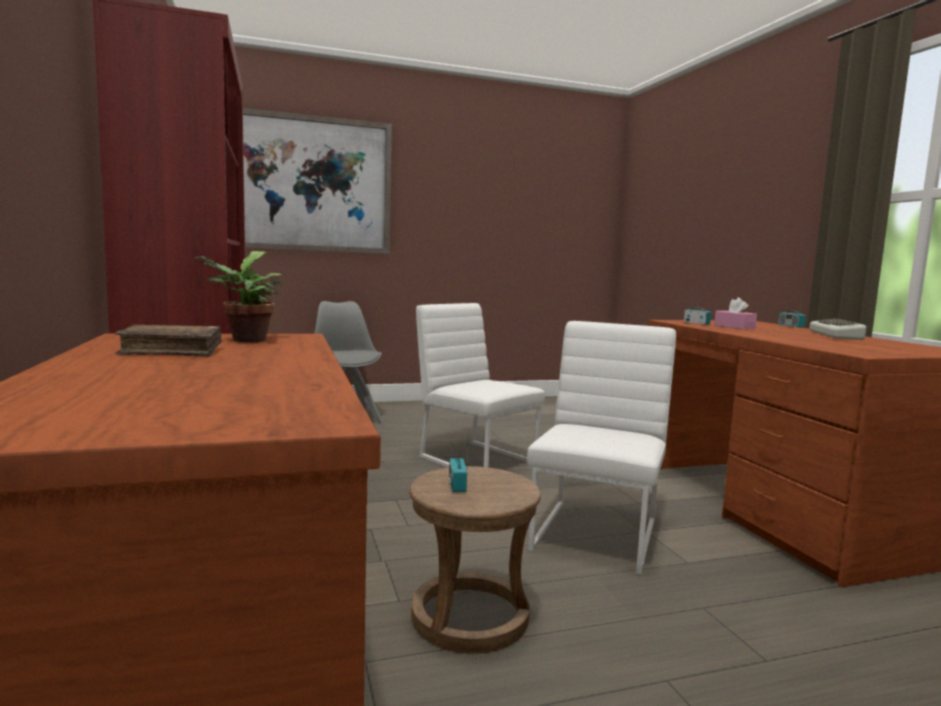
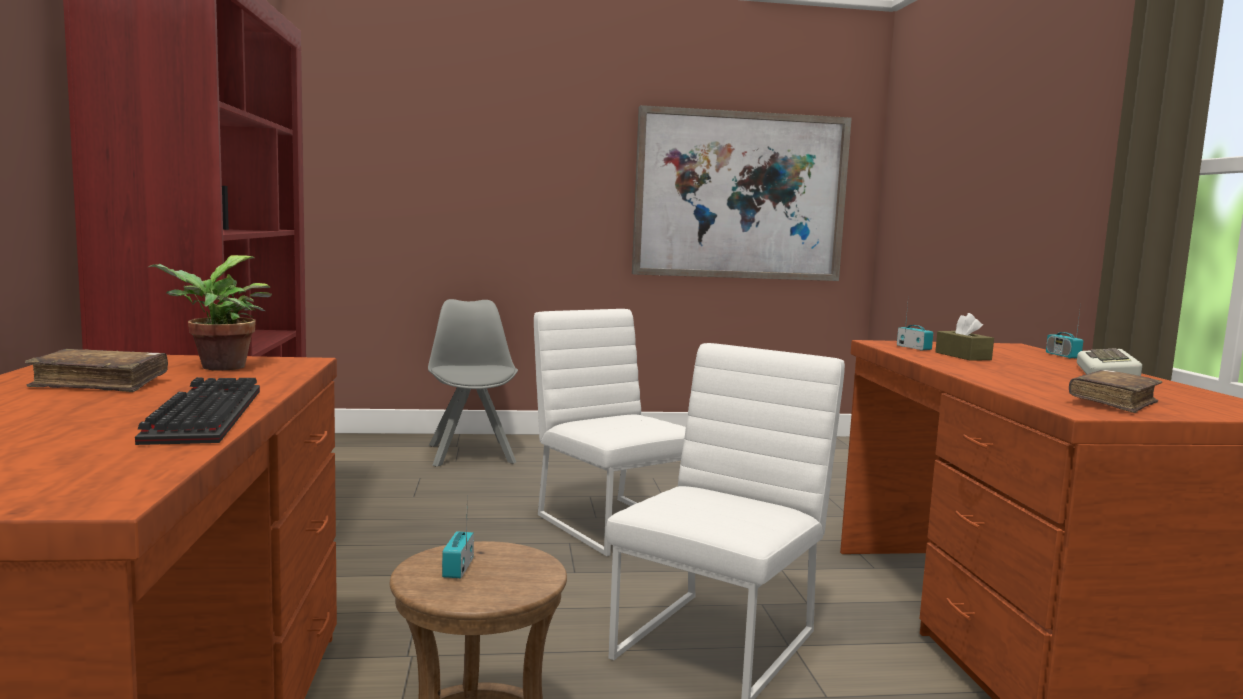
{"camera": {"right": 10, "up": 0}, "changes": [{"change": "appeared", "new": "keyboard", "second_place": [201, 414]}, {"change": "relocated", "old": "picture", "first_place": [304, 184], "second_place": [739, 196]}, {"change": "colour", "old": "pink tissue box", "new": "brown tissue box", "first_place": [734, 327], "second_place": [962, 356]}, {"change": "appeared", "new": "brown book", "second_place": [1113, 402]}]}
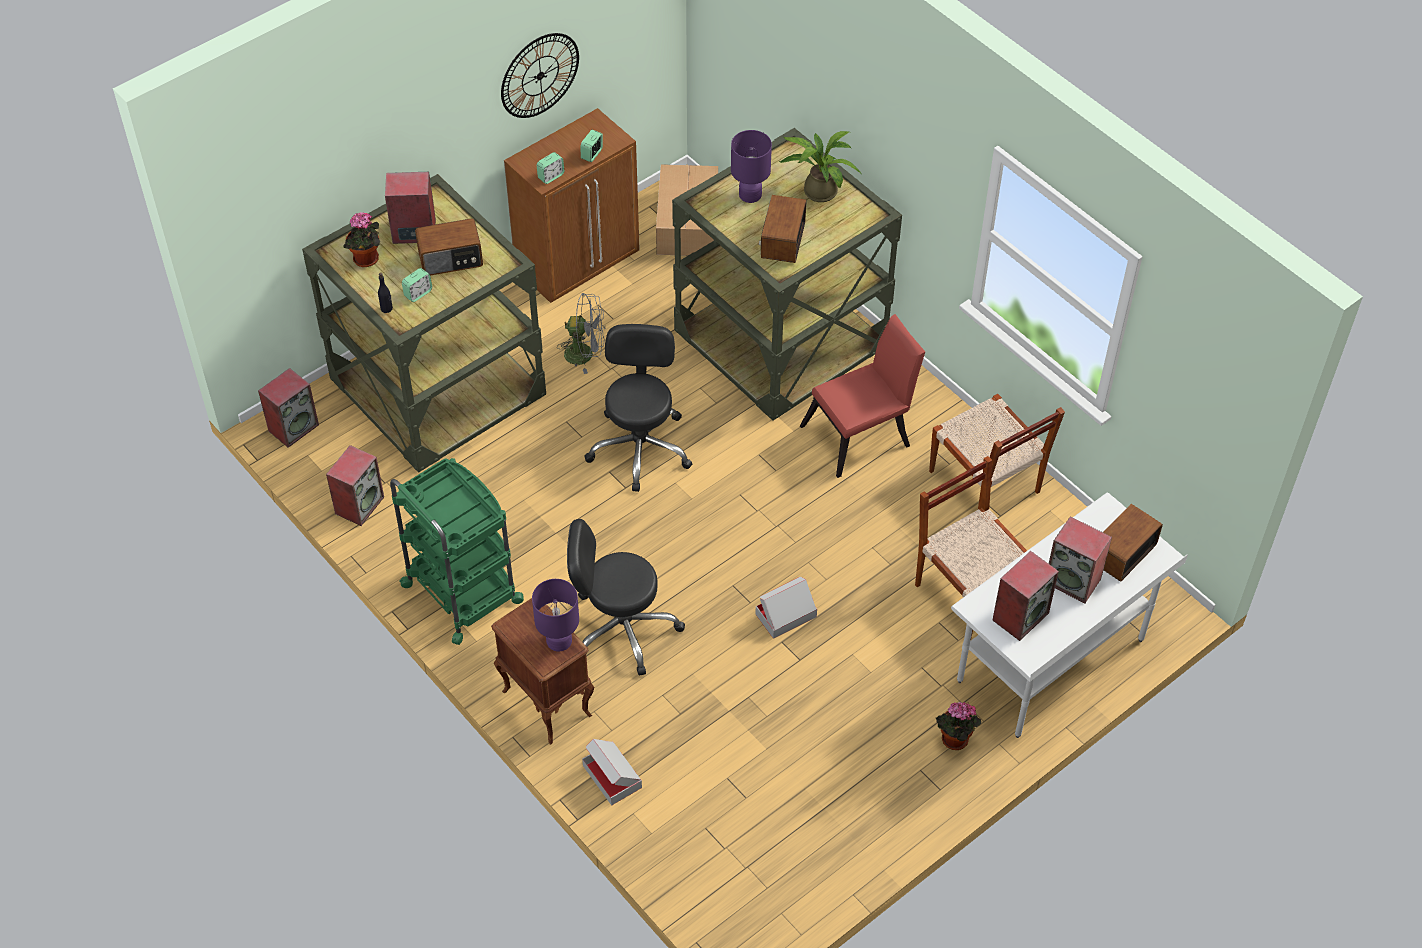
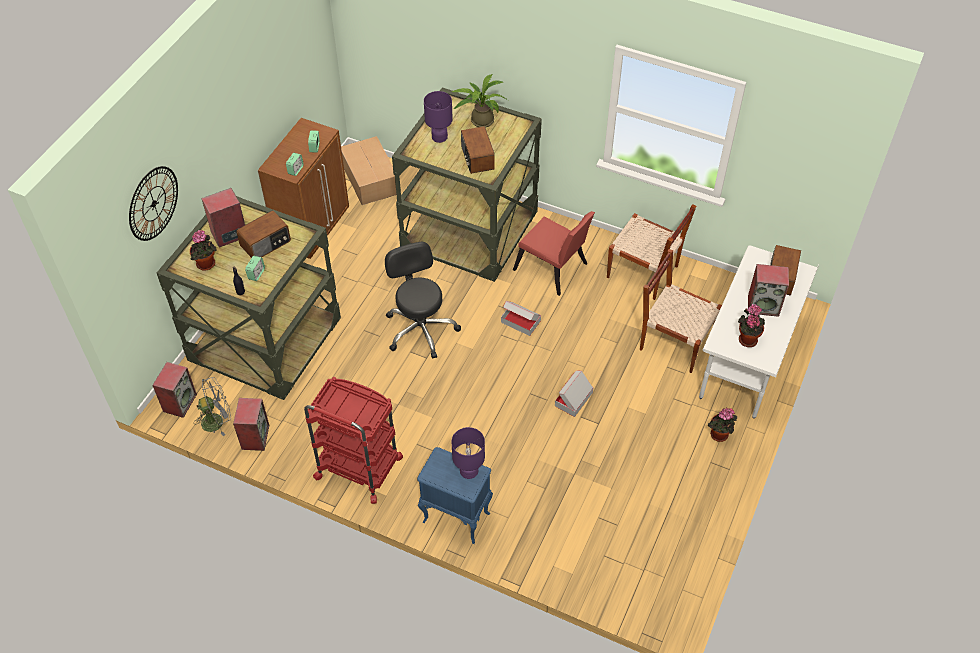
{"camera": {"right": -25, "up": 0}, "changes": [{"change": "relocated", "old": "wall clock", "first_place": [540, 75], "second_place": [153, 203]}, {"change": "relocated", "old": "grey fan", "first_place": [585, 354], "second_place": [217, 420]}, {"change": "colour", "old": "green cart", "new": "red cart", "first_place": [463, 593], "second_place": [359, 467]}, {"change": "colour", "old": "brown nightstand", "new": "blue nightstand", "first_place": [546, 703], "second_place": [455, 518]}, {"change": "relocated", "old": "cardboard box", "first_place": [612, 777], "second_place": [521, 321]}, {"change": "spun", "old": "red chair", "first_place": [862, 434], "second_place": [553, 270], "degrees": 90}, {"change": "exchanged", "old": "speaker", "new": "potted plant", "first_place": [1020, 615], "second_place": [747, 338]}, {"change": "missing", "old": "black office chair", "first_place": [618, 627]}]}
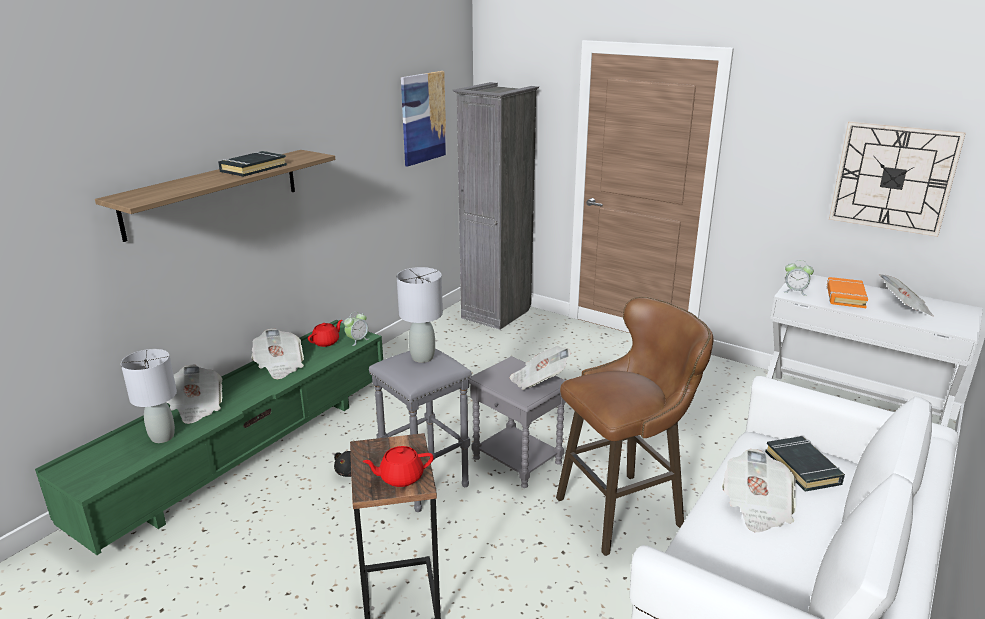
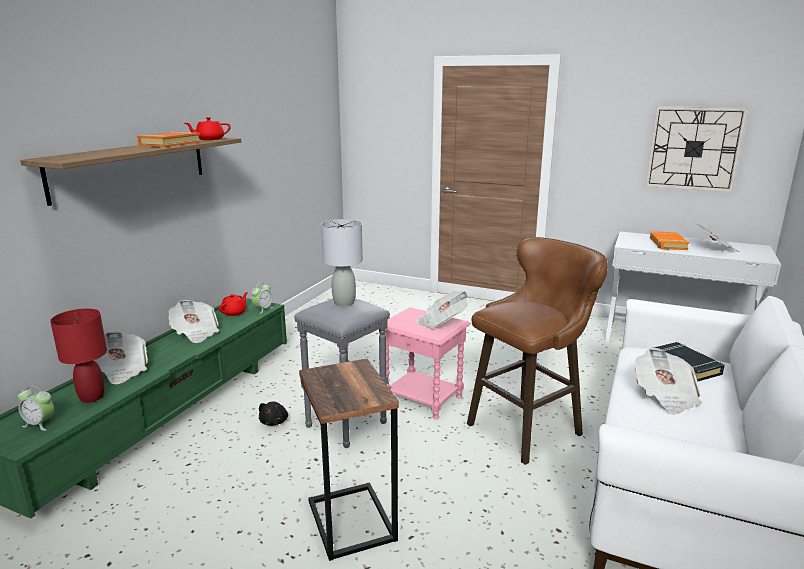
{"camera": {"right": -10, "up": -5}, "changes": [{"change": "relocated", "old": "alarm clock", "first_place": [795, 291], "second_place": [40, 424]}, {"change": "colour", "old": "grey table lamp", "new": "red table lamp", "first_place": [162, 437], "second_place": [91, 397]}, {"change": "colour", "old": "black book", "new": "orange book", "first_place": [253, 168], "second_place": [170, 144]}, {"change": "relocated", "old": "red teapot", "first_place": [400, 477], "second_place": [209, 139]}, {"change": "colour", "old": "grey side table", "new": "pink side table", "first_place": [518, 459], "second_place": [423, 397]}, {"change": "missing", "old": "picture", "first_place": [423, 118]}, {"change": "missing", "old": "grey cabinet", "first_place": [496, 314]}]}
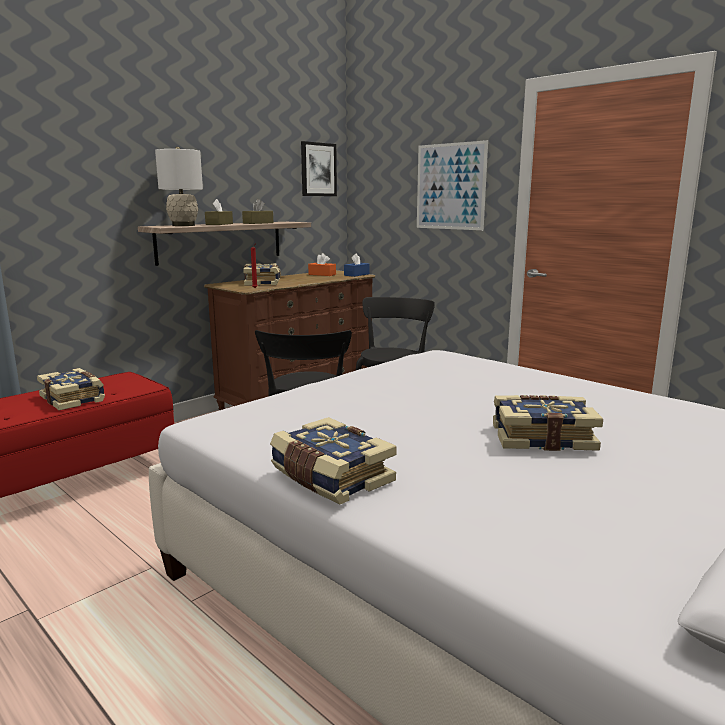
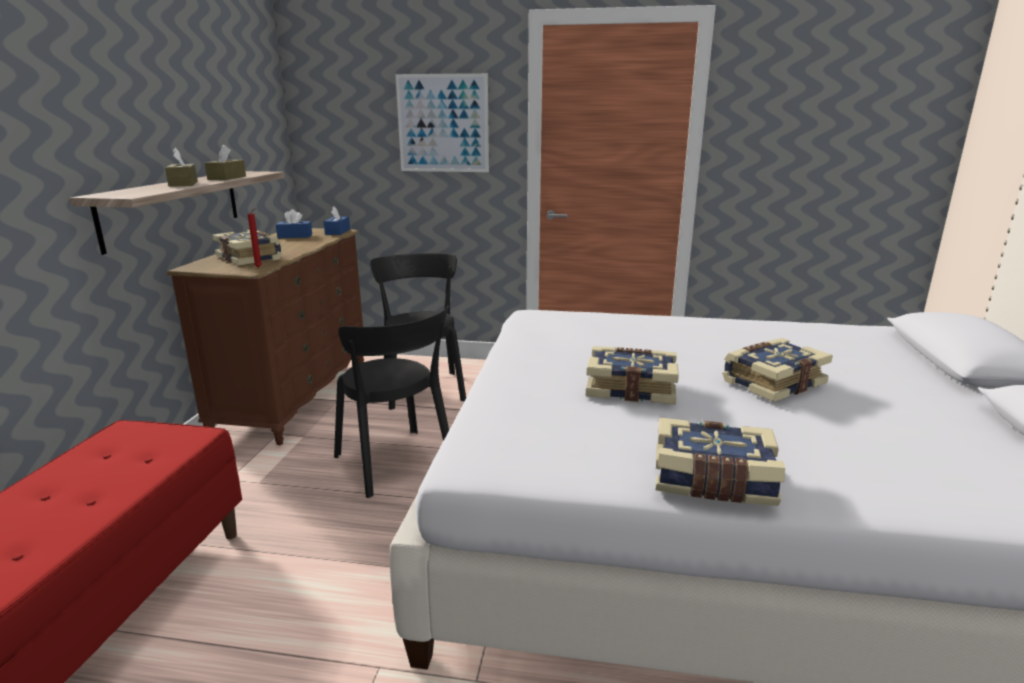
{"camera": {"right": -35, "up": 5}, "changes": [{"change": "colour", "old": "orange tissue box", "new": "blue tissue box", "first_place": [322, 274], "second_place": [295, 236]}, {"change": "relocated", "old": "book", "first_place": [74, 399], "second_place": [631, 388]}, {"change": "missing", "old": "white table lamp", "first_place": [183, 225]}, {"change": "missing", "old": "picture", "first_place": [318, 169]}]}
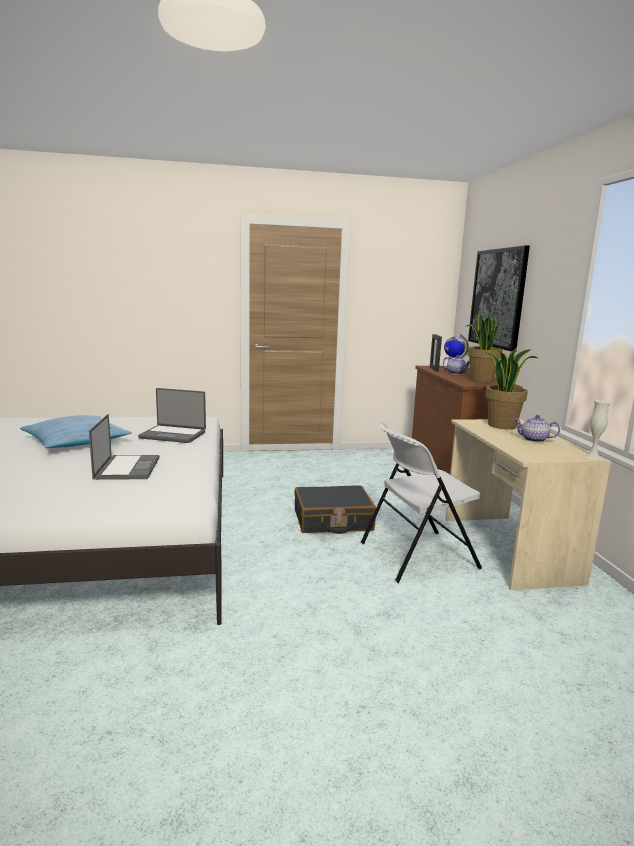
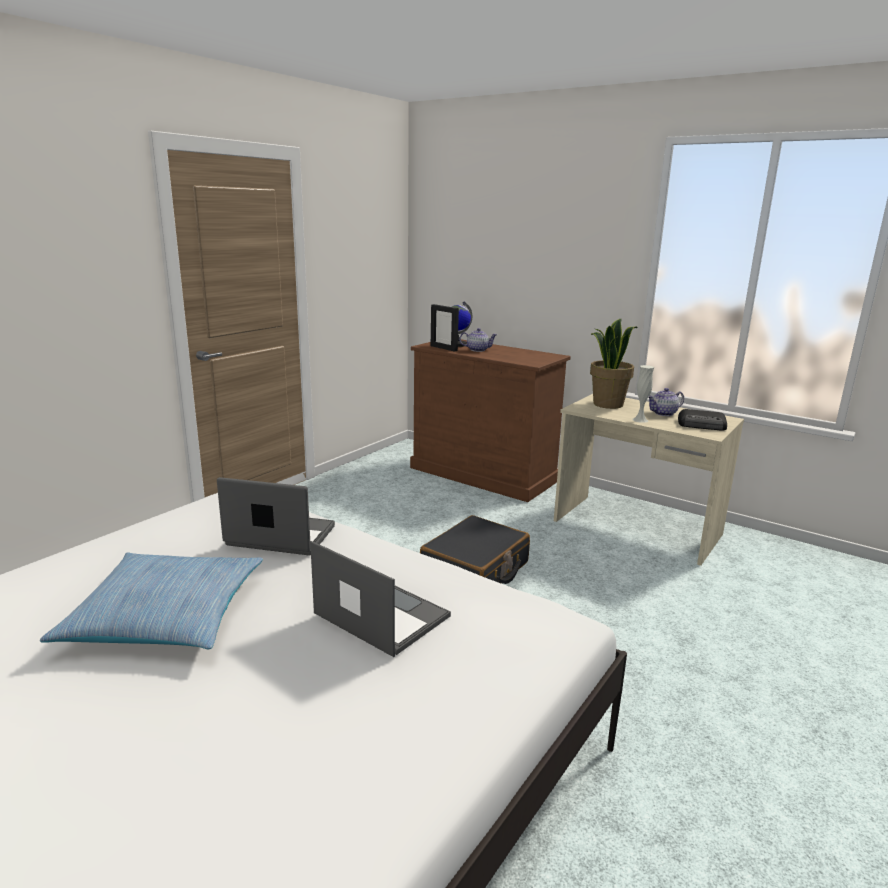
{"camera": {"right": -45, "up": 5}, "changes": [{"change": "spun", "old": "laptop", "first_place": [173, 435], "second_place": [279, 537], "degrees": -135}, {"change": "relocated", "old": "white vase", "first_place": [592, 457], "second_place": [640, 420]}, {"change": "appeared", "new": "radio", "second_place": [702, 425]}, {"change": "missing", "old": "white chair", "first_place": [418, 555]}, {"change": "missing", "old": "potted plant", "first_place": [481, 380]}, {"change": "missing", "old": "picture", "first_place": [497, 298]}]}
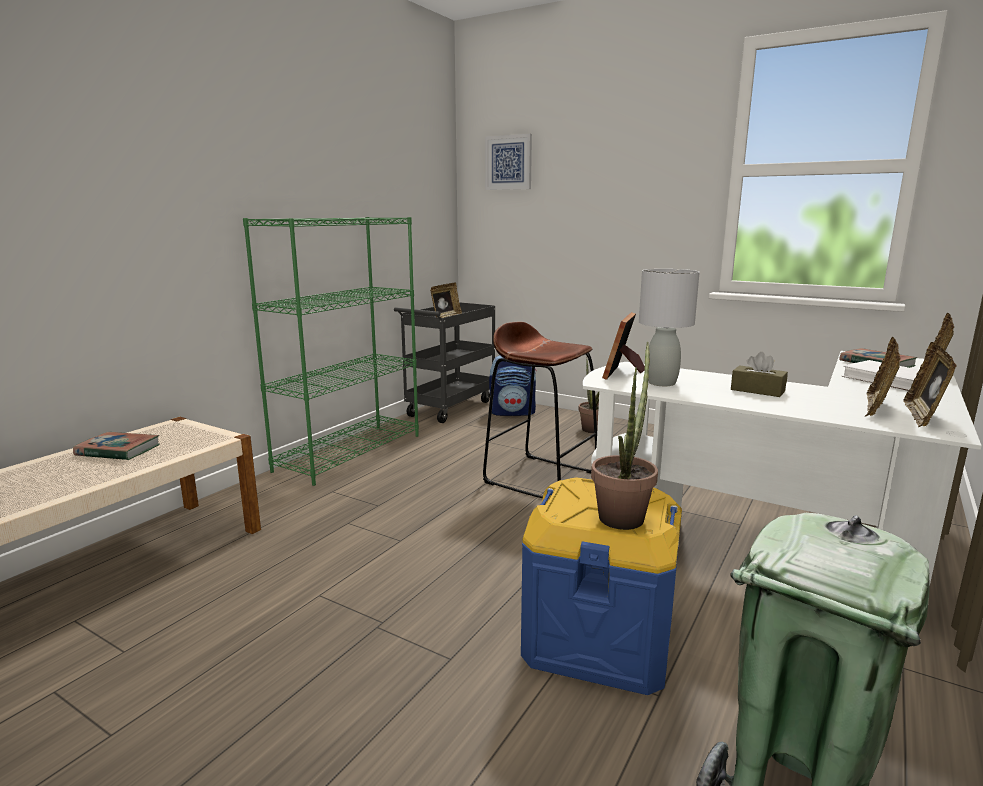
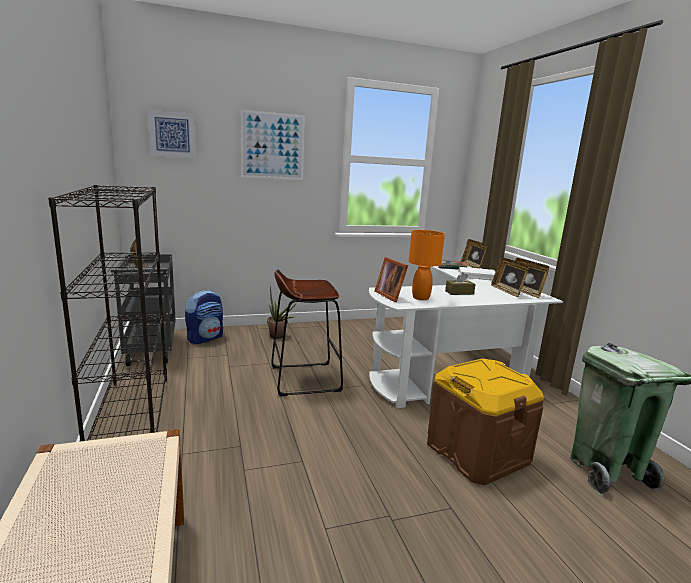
{"camera": {"right": -50, "up": 0}, "changes": [{"change": "colour", "old": "green bookcase", "new": "black bookcase", "first_place": [350, 452], "second_place": [131, 415]}, {"change": "appeared", "new": "picture", "second_place": [272, 146]}, {"change": "colour", "old": "grey table lamp", "new": "orange table lamp", "first_place": [661, 383], "second_place": [420, 298]}, {"change": "colour", "old": "blue storage box", "new": "brown storage box", "first_place": [599, 638], "second_place": [477, 453]}, {"change": "missing", "old": "book", "first_place": [118, 451]}, {"change": "missing", "old": "potted plant", "first_place": [623, 514]}]}
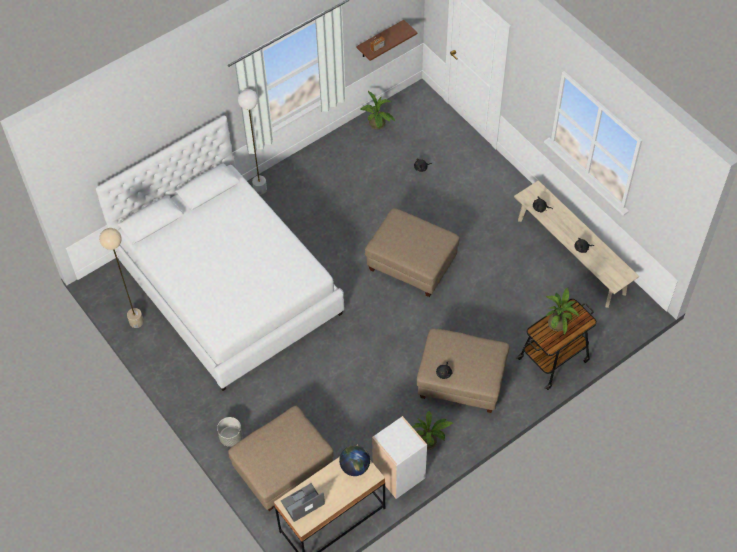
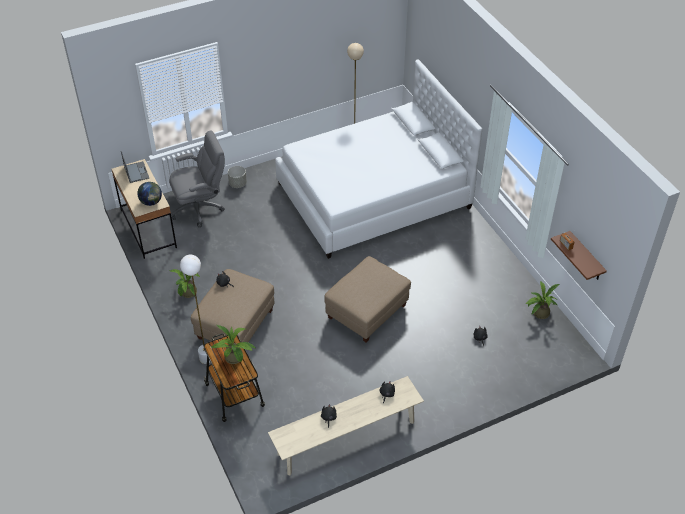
{"camera": {"right": 100, "up": -10}, "changes": [{"change": "exchanged", "old": "beige ottoman", "new": "grey office chair", "first_place": [283, 468], "second_place": [201, 208]}, {"change": "relocated", "old": "white floor lamp", "first_place": [260, 189], "second_place": [206, 358]}, {"change": "missing", "old": "bookcase", "first_place": [398, 474]}]}
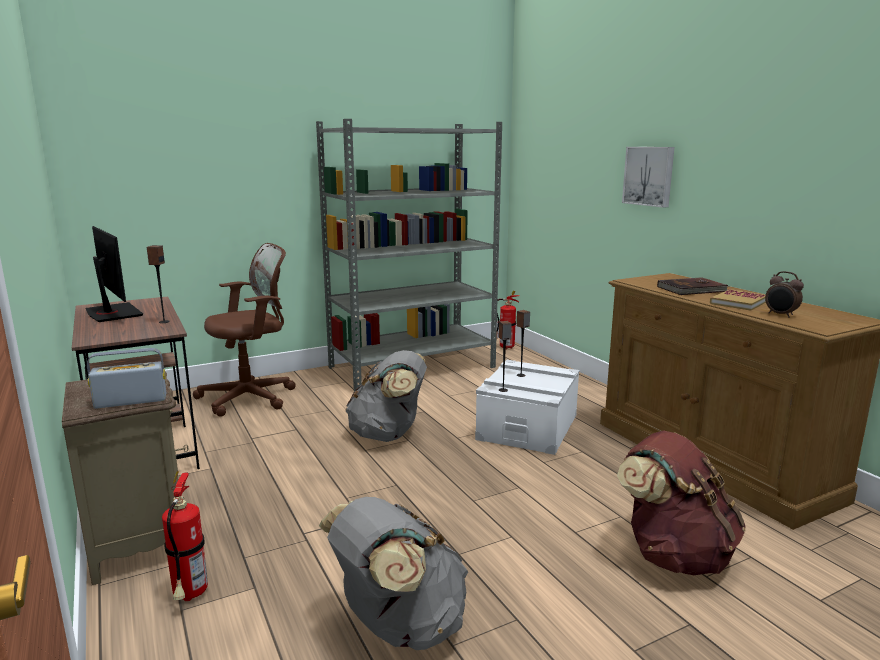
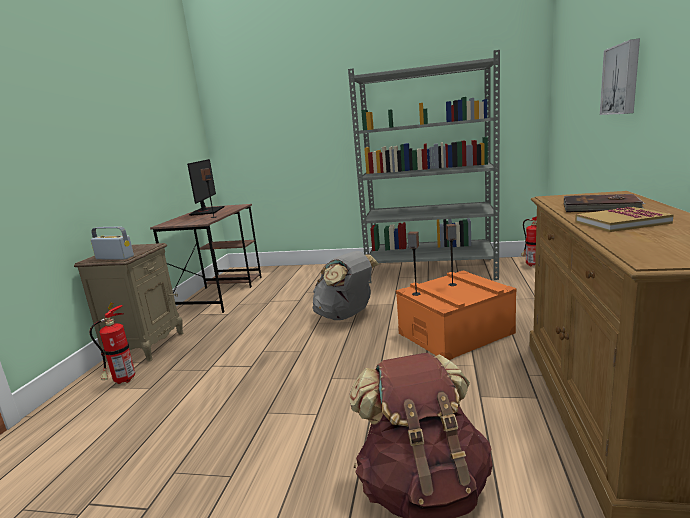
{"camera": {"right": 40, "up": 0}, "changes": [{"change": "colour", "old": "white storage box", "new": "orange storage box", "first_place": [528, 427], "second_place": [455, 333]}, {"change": "missing", "old": "brown office chair", "first_place": [251, 397]}, {"change": "missing", "old": "grey backpack", "first_place": [399, 625]}, {"change": "missing", "old": "alarm clock", "first_place": [780, 315]}]}
